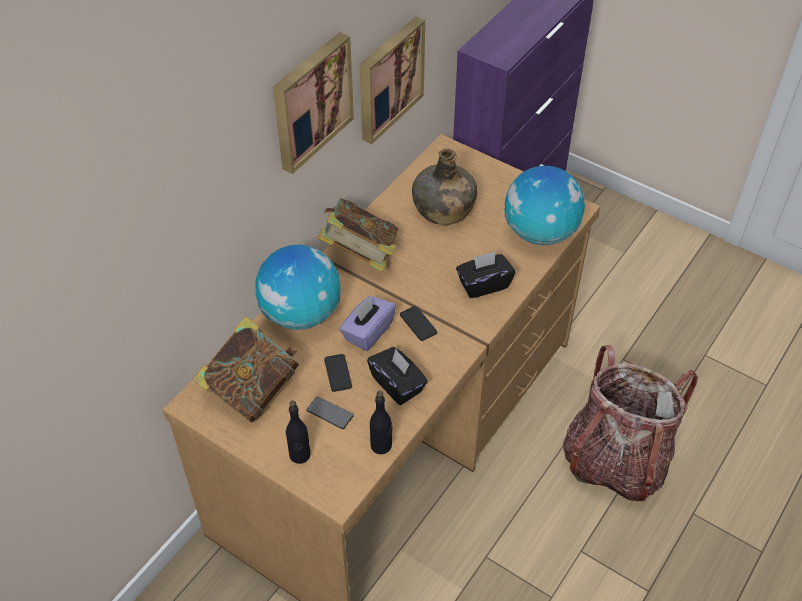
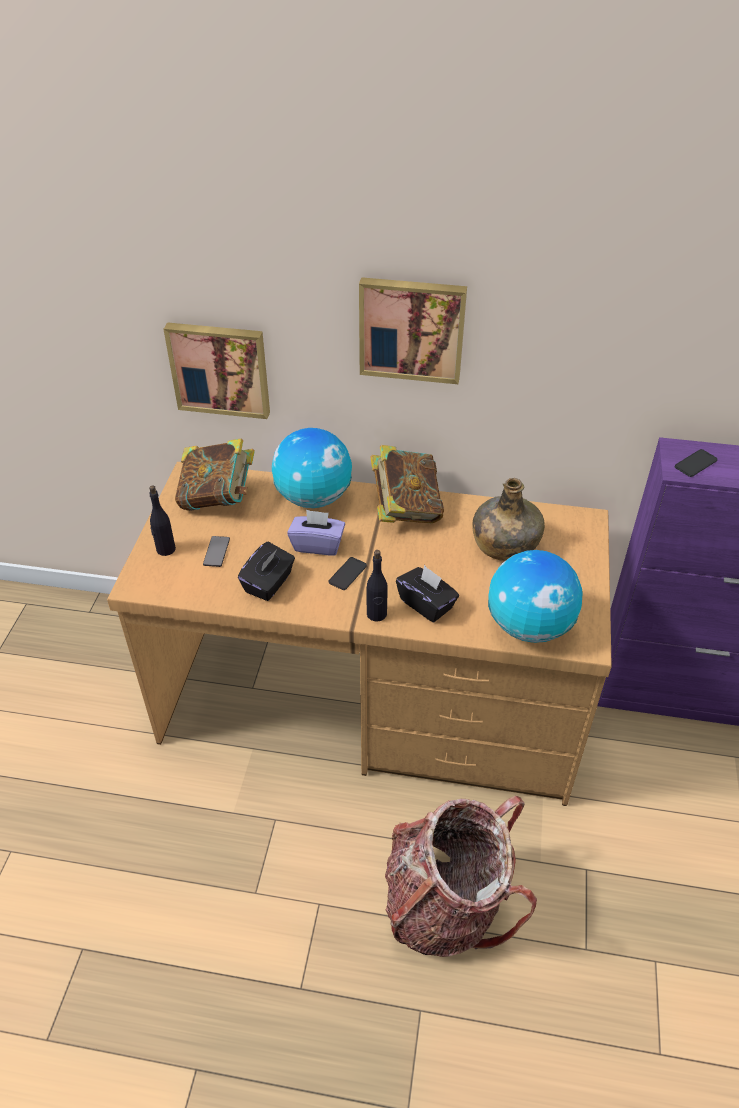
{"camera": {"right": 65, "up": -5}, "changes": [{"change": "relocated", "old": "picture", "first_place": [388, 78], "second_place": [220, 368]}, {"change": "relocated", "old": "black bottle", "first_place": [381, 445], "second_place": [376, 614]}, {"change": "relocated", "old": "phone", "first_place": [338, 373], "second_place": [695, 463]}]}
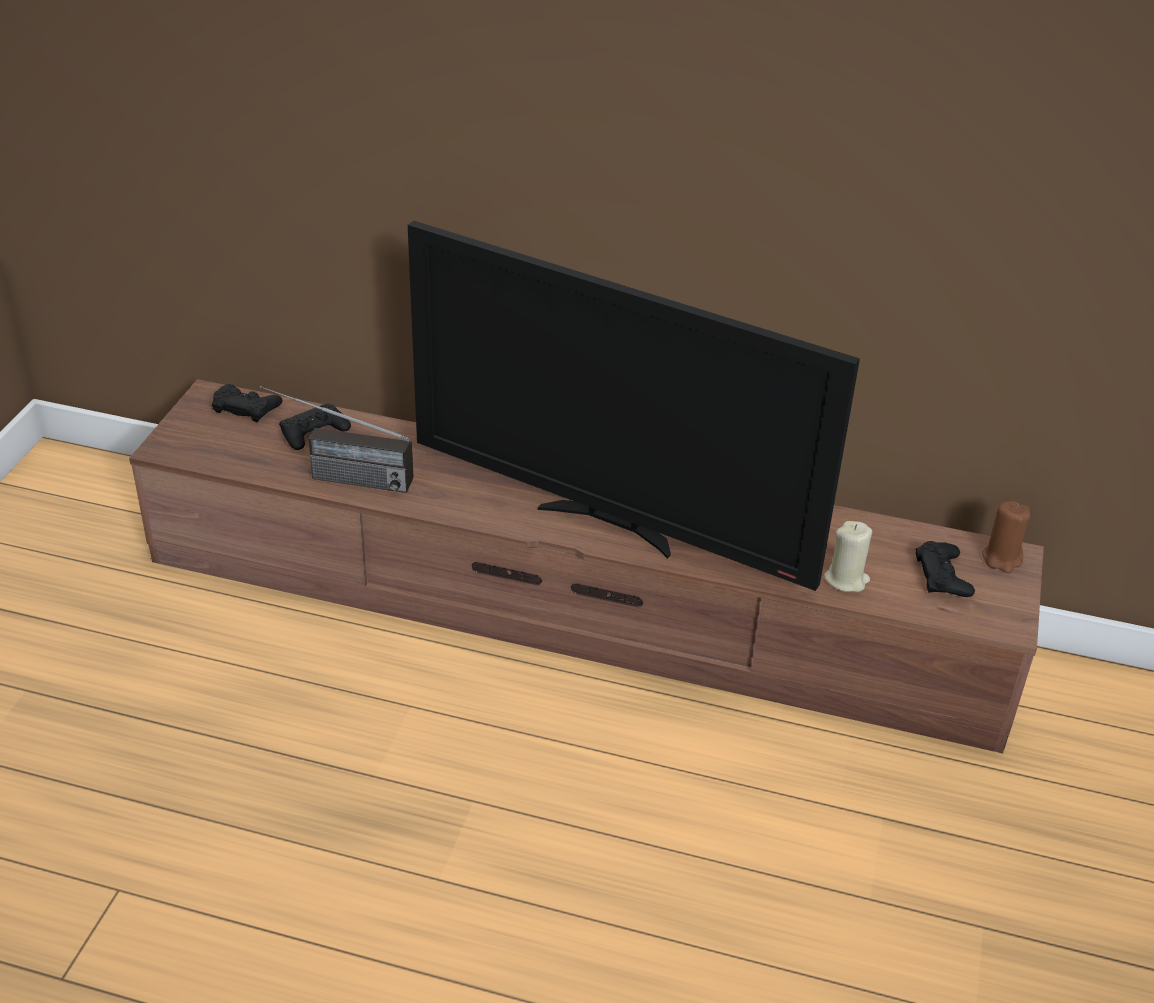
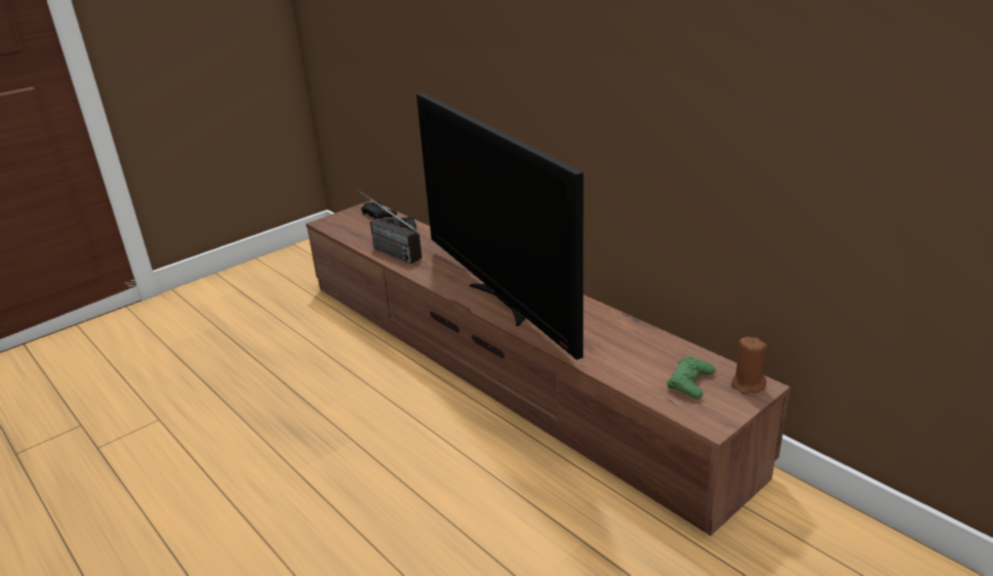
{"camera": {"right": 35, "up": -10}, "changes": [{"change": "colour", "old": "black game controller", "new": "green game controller", "first_place": [942, 575], "second_place": [690, 382]}, {"change": "missing", "old": "beige candle", "first_place": [846, 579]}]}
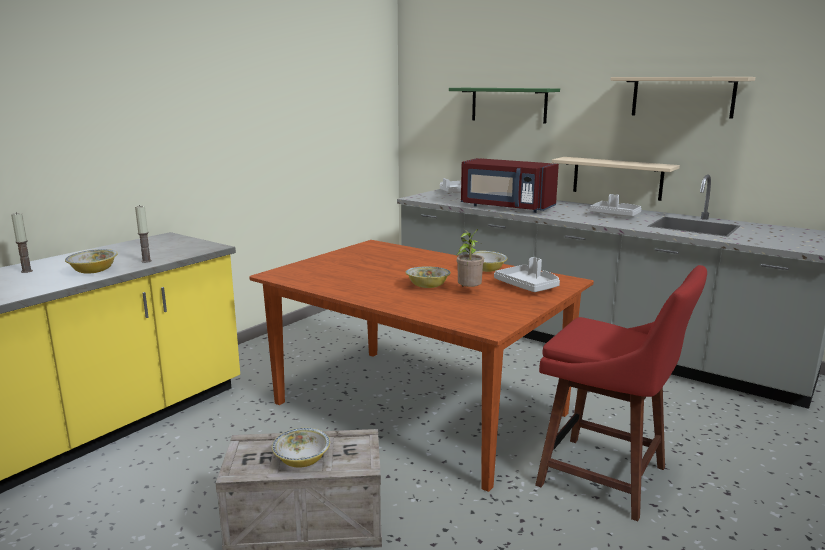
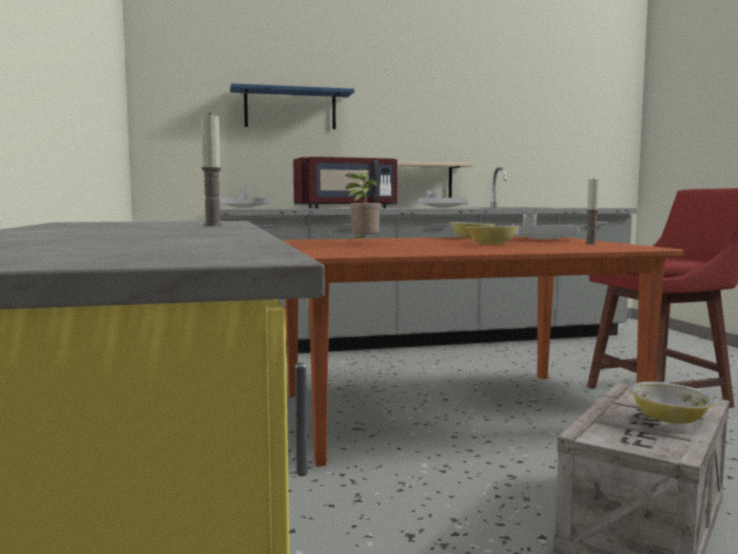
{"camera": {"right": -50, "up": -10}, "changes": [{"change": "colour", "old": "green shelf", "new": "blue shelf", "first_place": [508, 105], "second_place": [290, 109]}, {"change": "relocated", "old": "potted plant", "first_place": [469, 292], "second_place": [363, 244]}, {"change": "relocated", "old": "candle", "first_place": [26, 271], "second_place": [591, 244]}, {"change": "missing", "old": "bowl", "first_place": [93, 271]}, {"change": "missing", "old": "beige shelf", "first_place": [682, 97]}]}
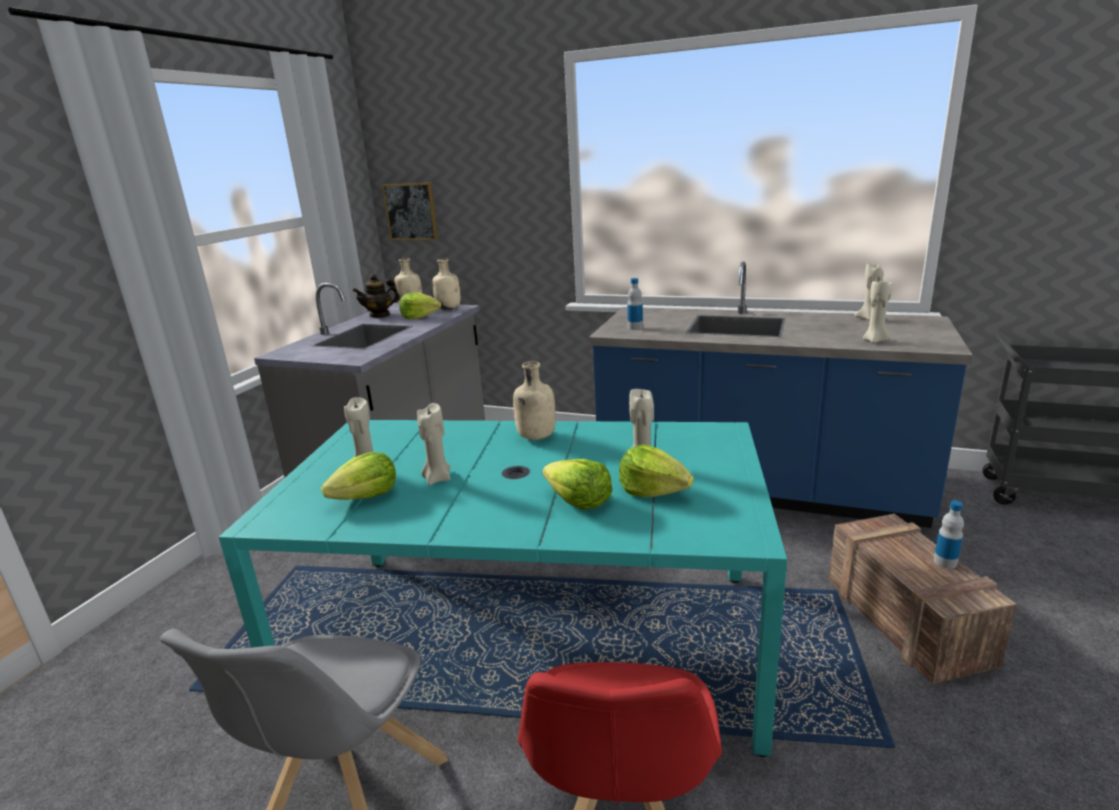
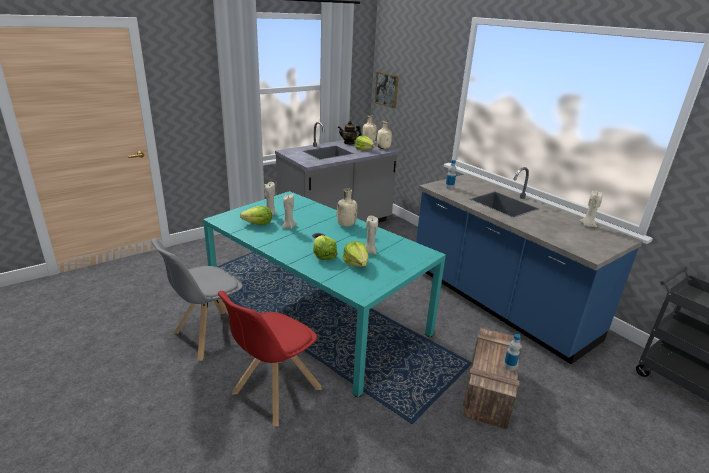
{"camera": {"right": 30, "up": 5}, "changes": [{"change": "missing", "old": "beige candle", "first_place": [875, 341]}]}
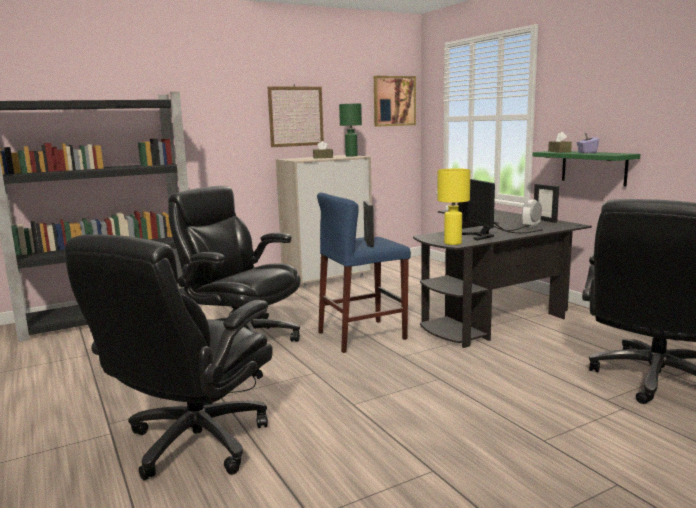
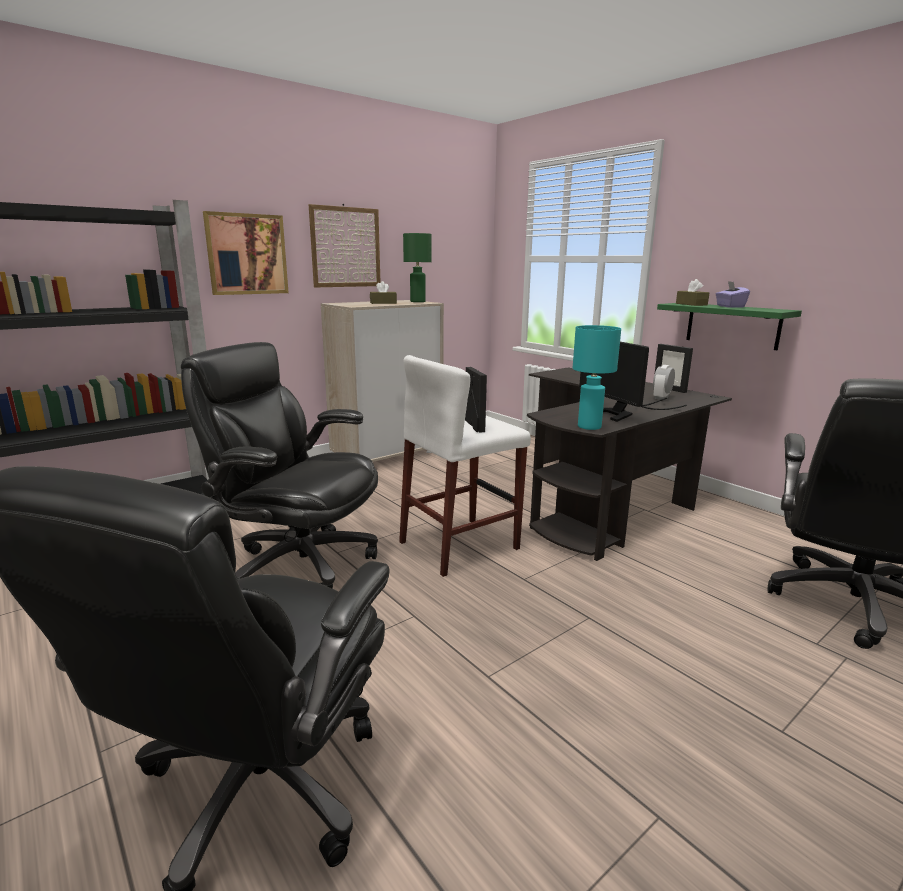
{"camera": {"right": -10, "up": 5}, "changes": [{"change": "relocated", "old": "picture", "first_place": [394, 101], "second_place": [247, 254]}, {"change": "colour", "old": "blue stool", "new": "white stool", "first_place": [362, 335], "second_place": [459, 545]}, {"change": "colour", "old": "yellow table lamp", "new": "turquoise table lamp", "first_place": [452, 243], "second_place": [589, 426]}]}
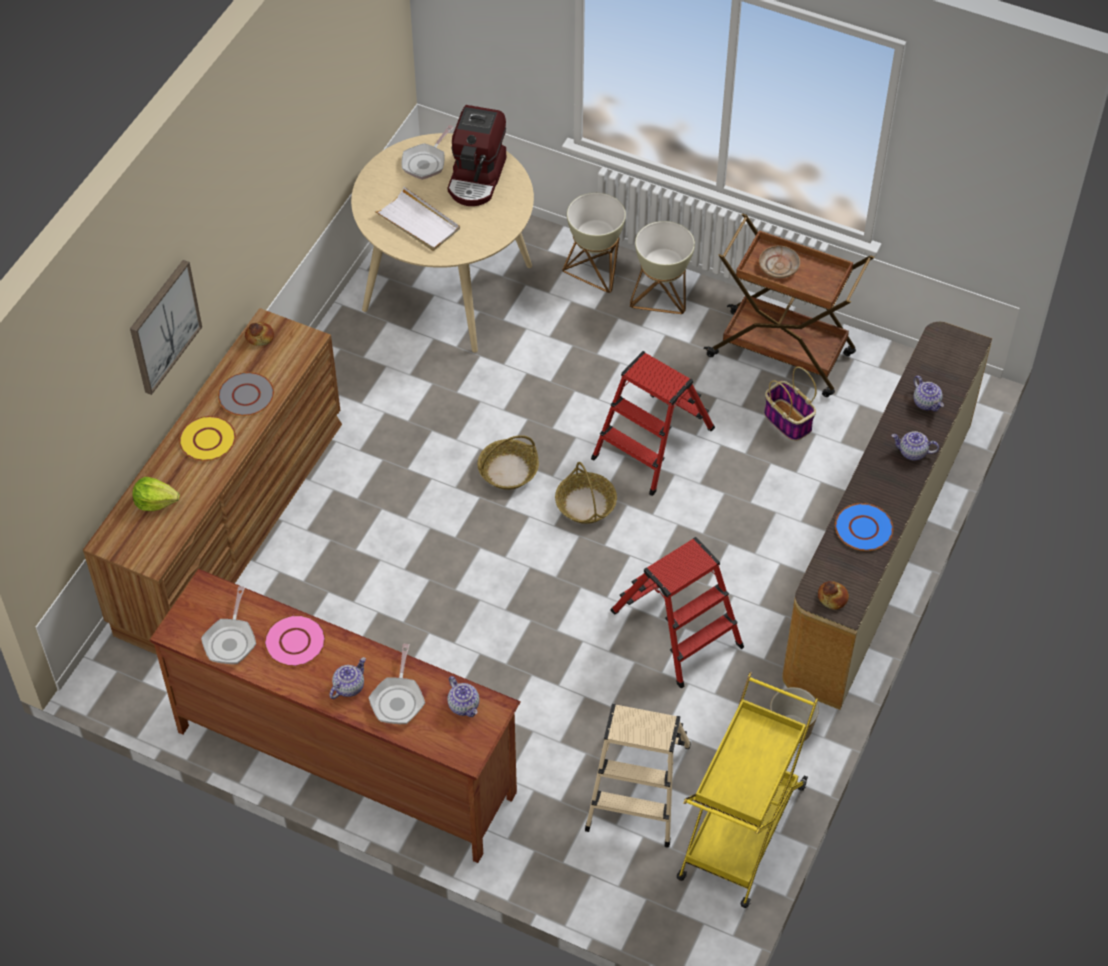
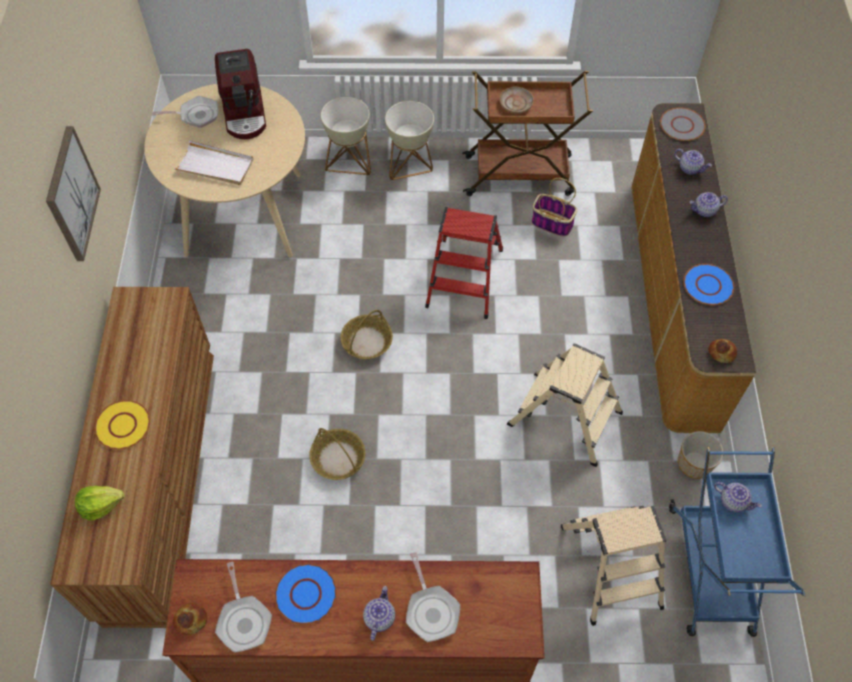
{"camera": {"right": -25, "up": 5}, "changes": [{"change": "relocated", "old": "picture", "first_place": [164, 326], "second_place": [71, 194]}, {"change": "spun", "old": "frying pan", "first_place": [426, 162], "second_place": [196, 115], "degrees": -105}, {"change": "relocated", "old": "bread", "first_place": [260, 336], "second_place": [191, 619]}, {"change": "colour", "old": "pink plate", "new": "blue plate", "first_place": [295, 641], "second_place": [306, 594]}, {"change": "relocated", "old": "basket", "first_place": [585, 504], "second_place": [338, 458]}, {"change": "colour", "old": "red step ladder", "new": "beige step ladder", "first_place": [676, 628], "second_place": [565, 418]}, {"change": "relocated", "old": "grey plate", "first_place": [246, 395], "second_place": [682, 125]}, {"change": "colour", "old": "yellow cart", "new": "blue cart", "first_place": [740, 833], "second_place": [710, 570]}, {"change": "relocated", "old": "teapot", "first_place": [464, 705], "second_place": [733, 501]}]}
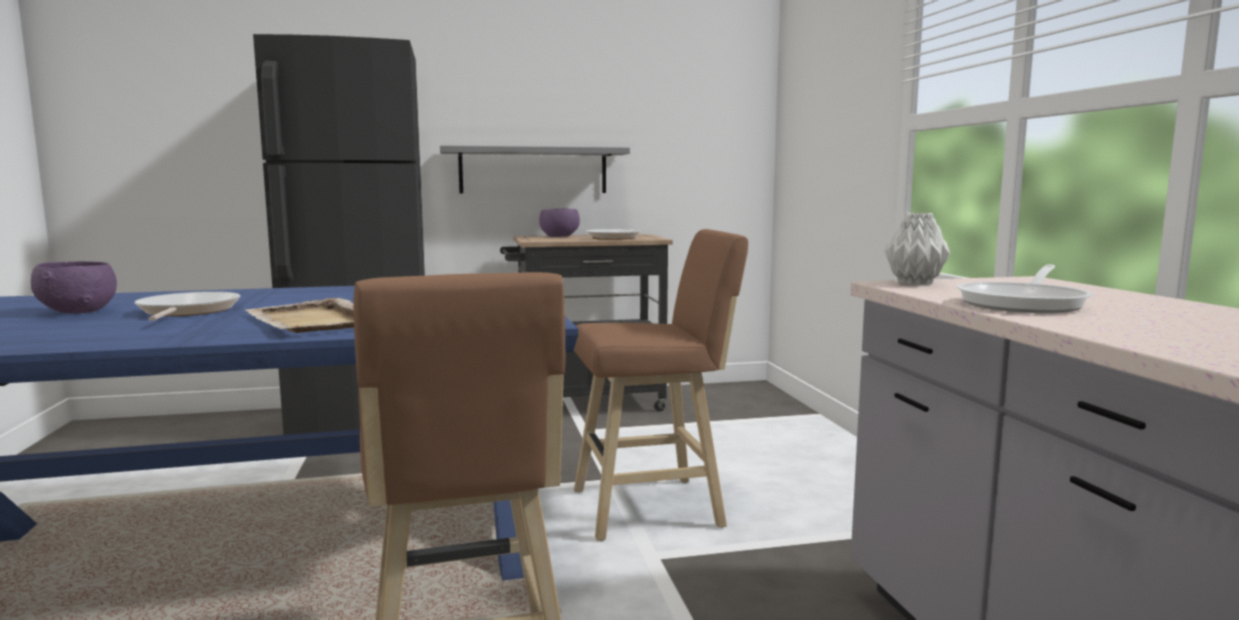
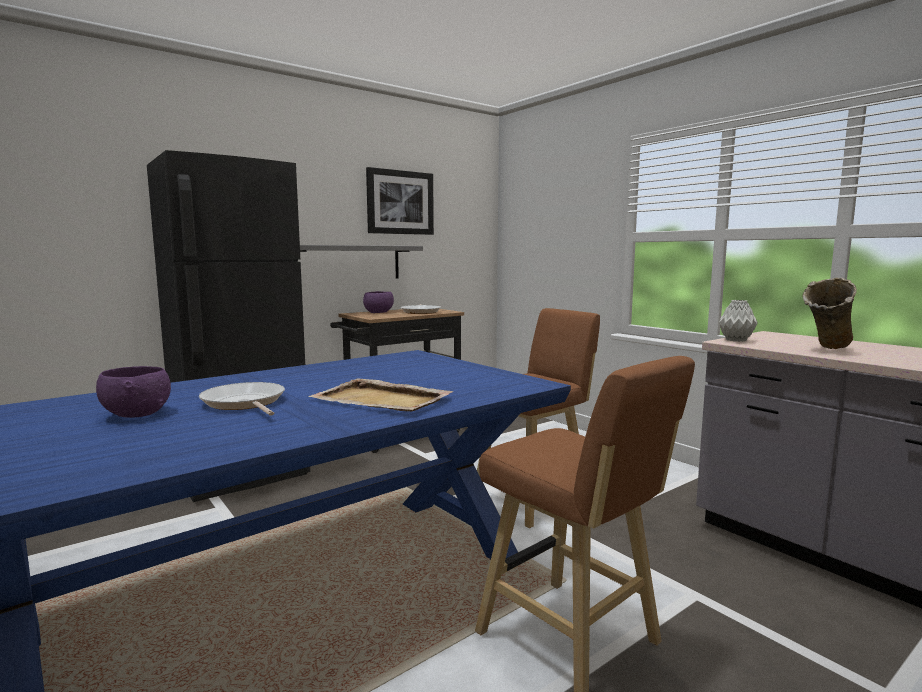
{"camera": {"right": -25, "up": 0}, "changes": [{"change": "appeared", "new": "picture", "second_place": [400, 202]}, {"change": "exchanged", "old": "frying pan", "new": "beige vase", "first_place": [1025, 303], "second_place": [827, 350]}]}
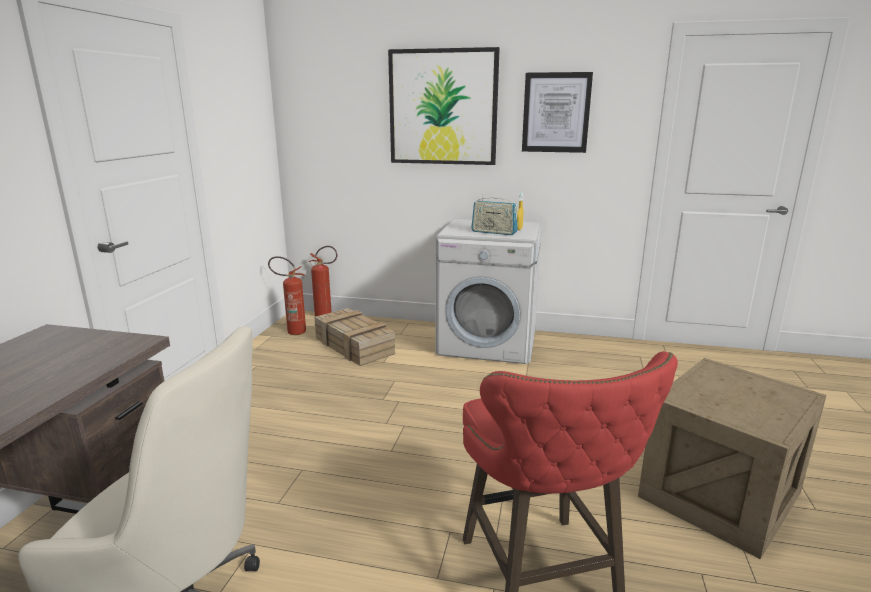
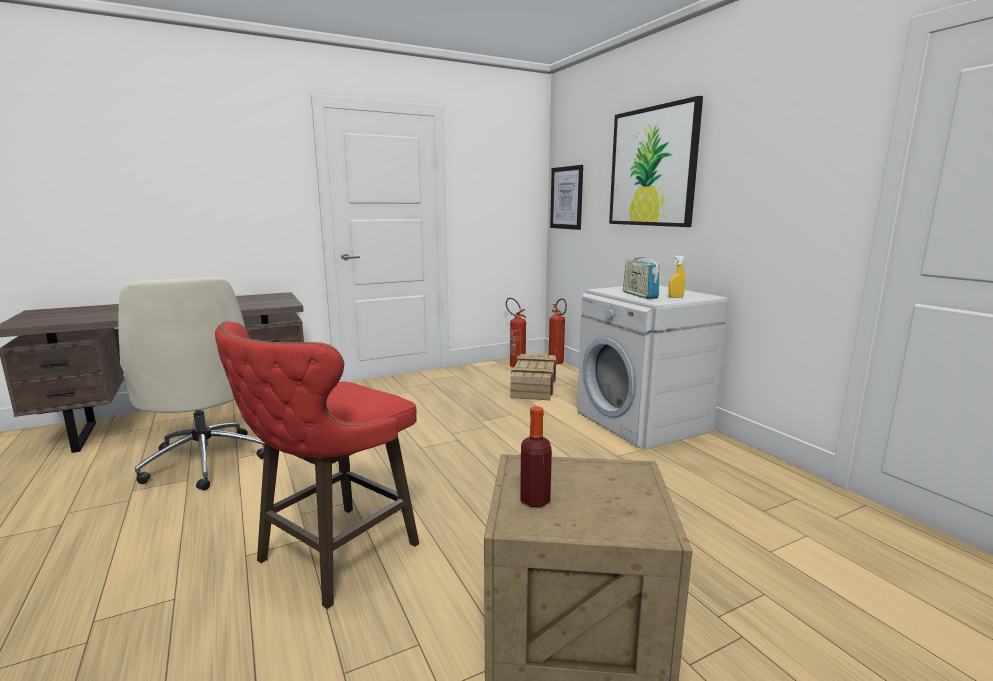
{"camera": {"right": 50, "up": -5}, "changes": [{"change": "appeared", "new": "bottle", "second_place": [535, 500]}, {"change": "relocated", "old": "picture", "first_place": [556, 113], "second_place": [566, 198]}]}
